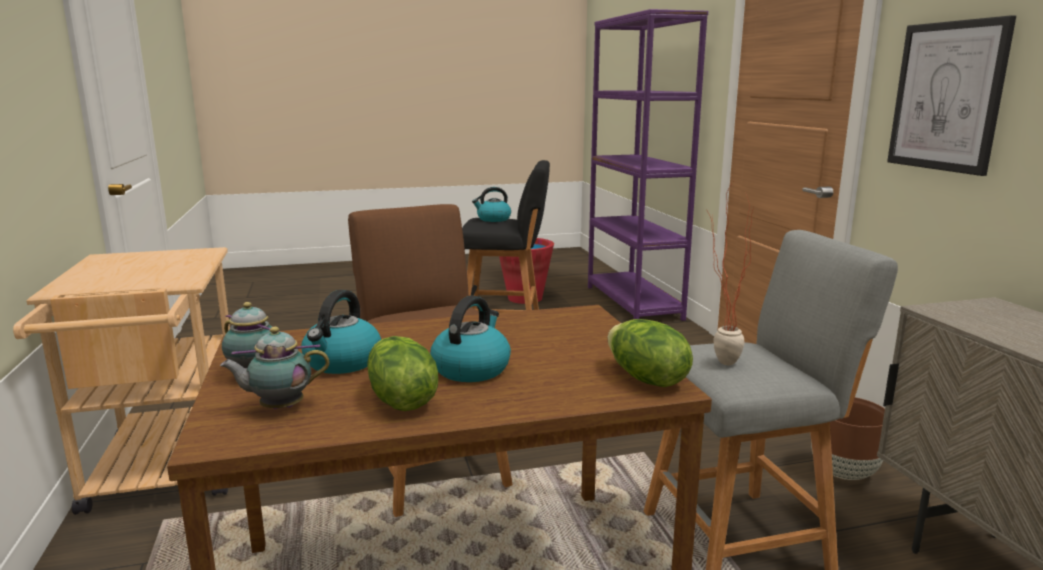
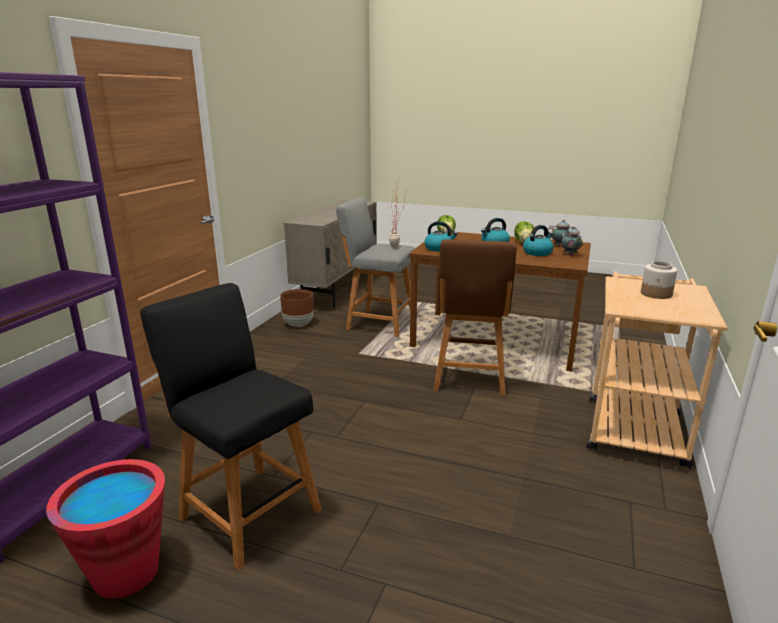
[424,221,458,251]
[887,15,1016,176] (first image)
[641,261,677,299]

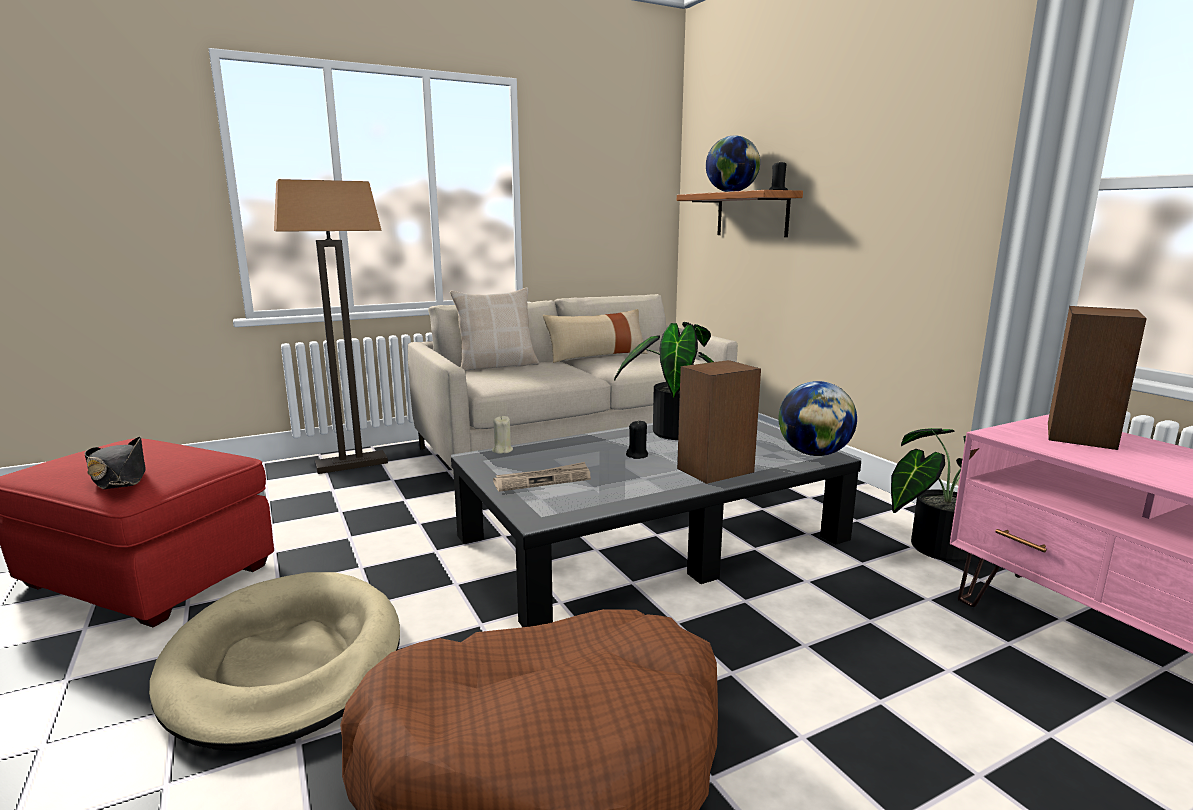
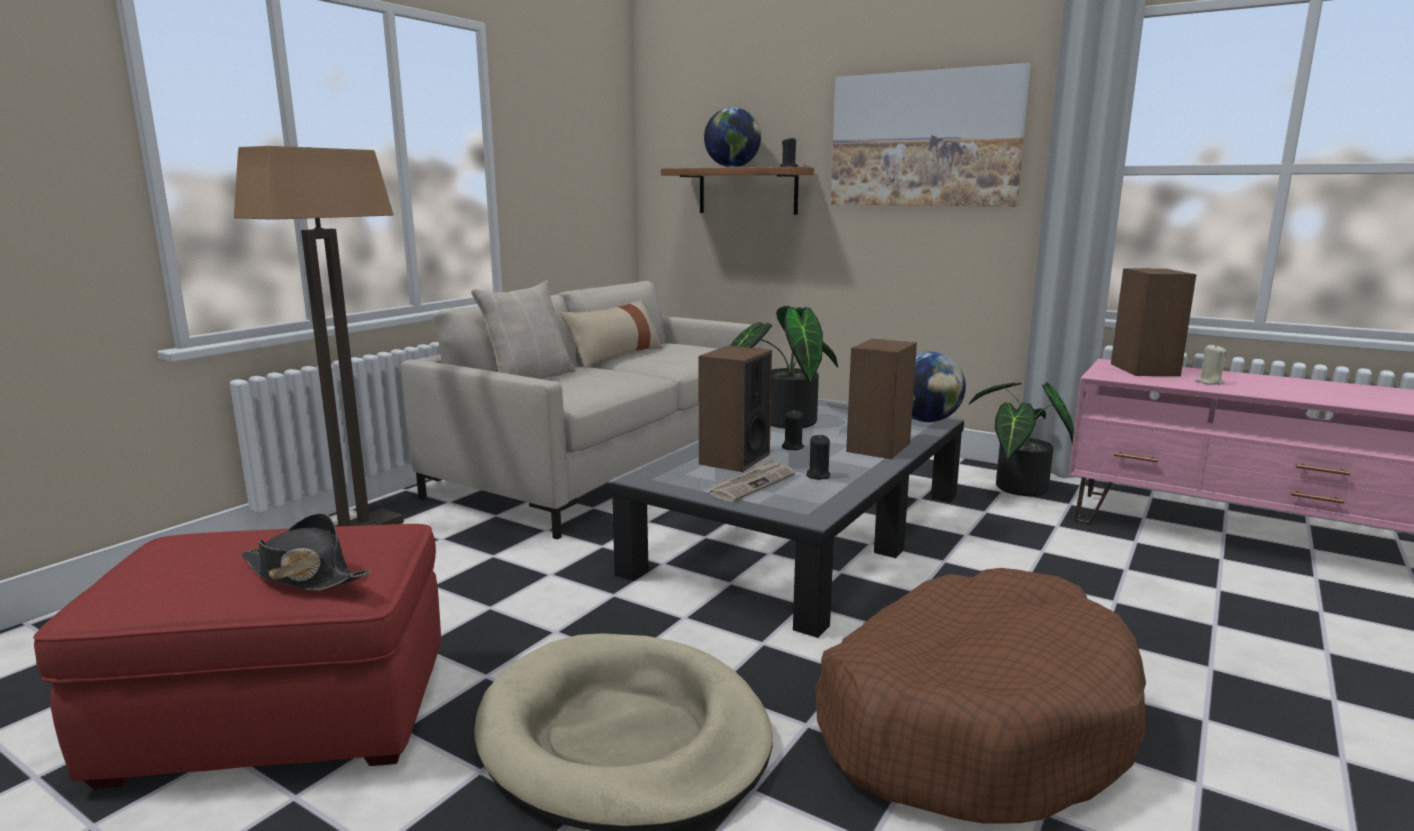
[1195,344,1227,385]
[698,346,772,472]
[806,435,830,480]
[831,63,1031,207]

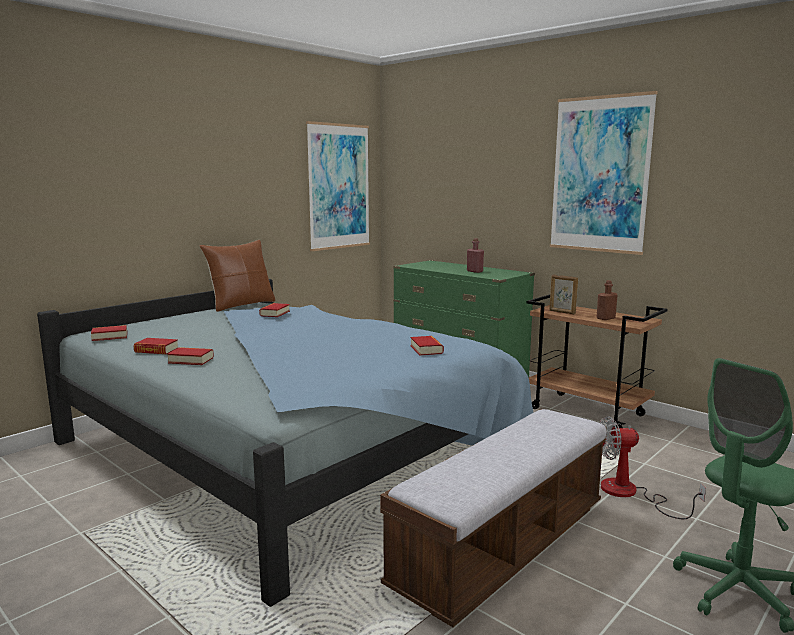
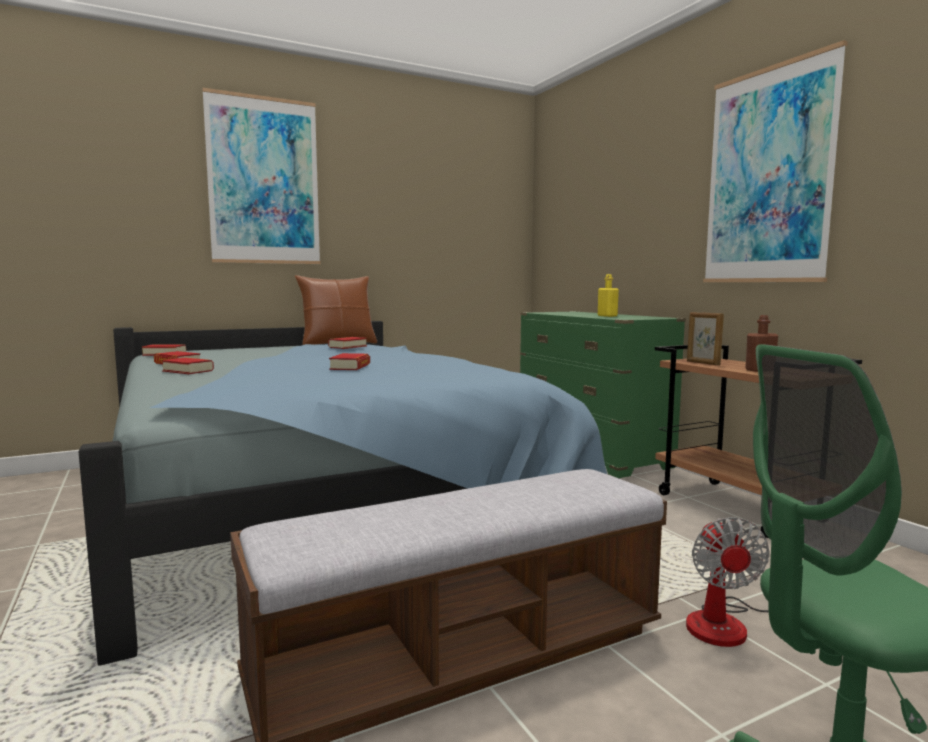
[202,88,320,264]
[329,353,370,370]
[598,274,619,317]
[686,517,770,647]

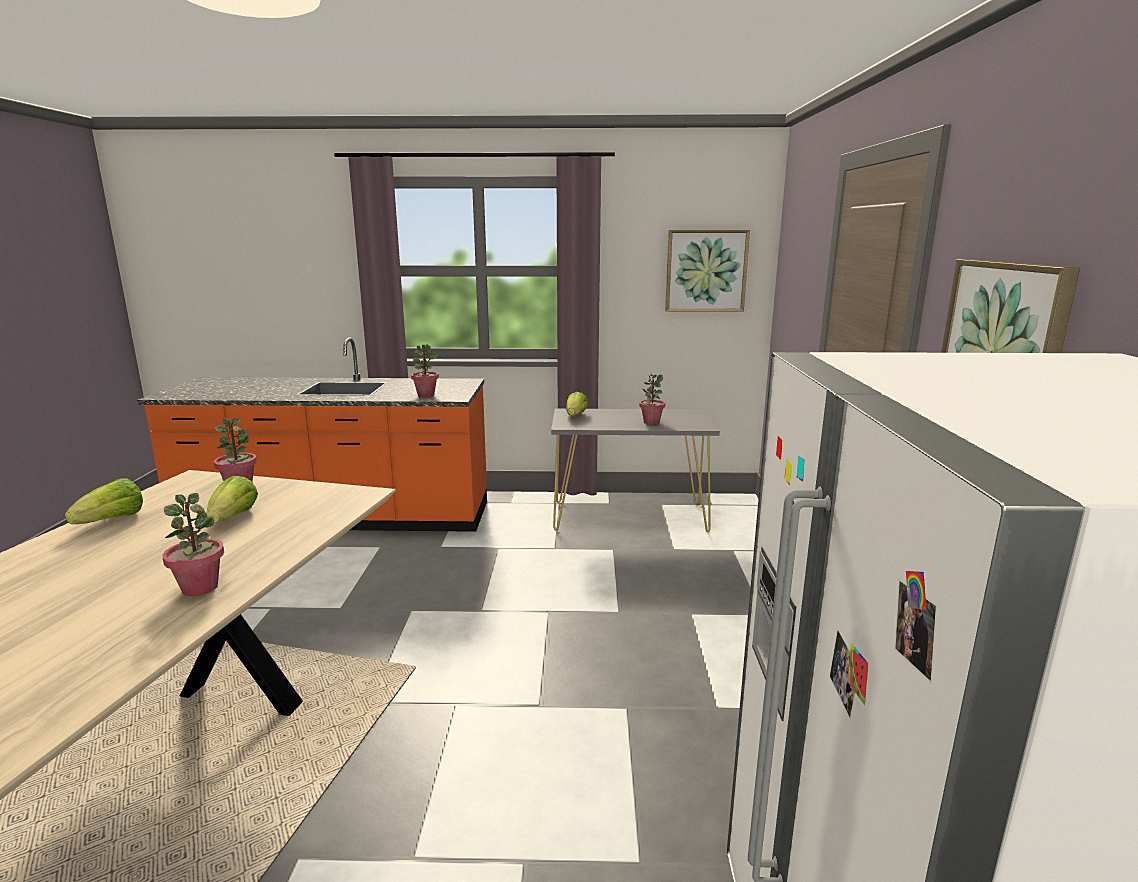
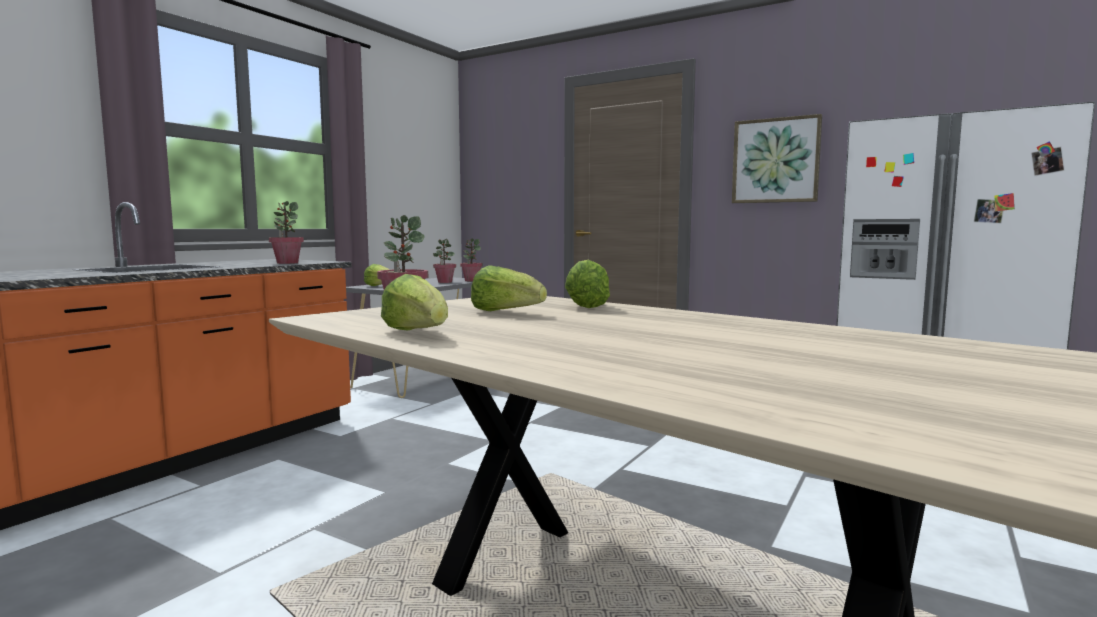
[460,239,483,281]
[665,230,750,312] (first image)
[565,260,610,308]

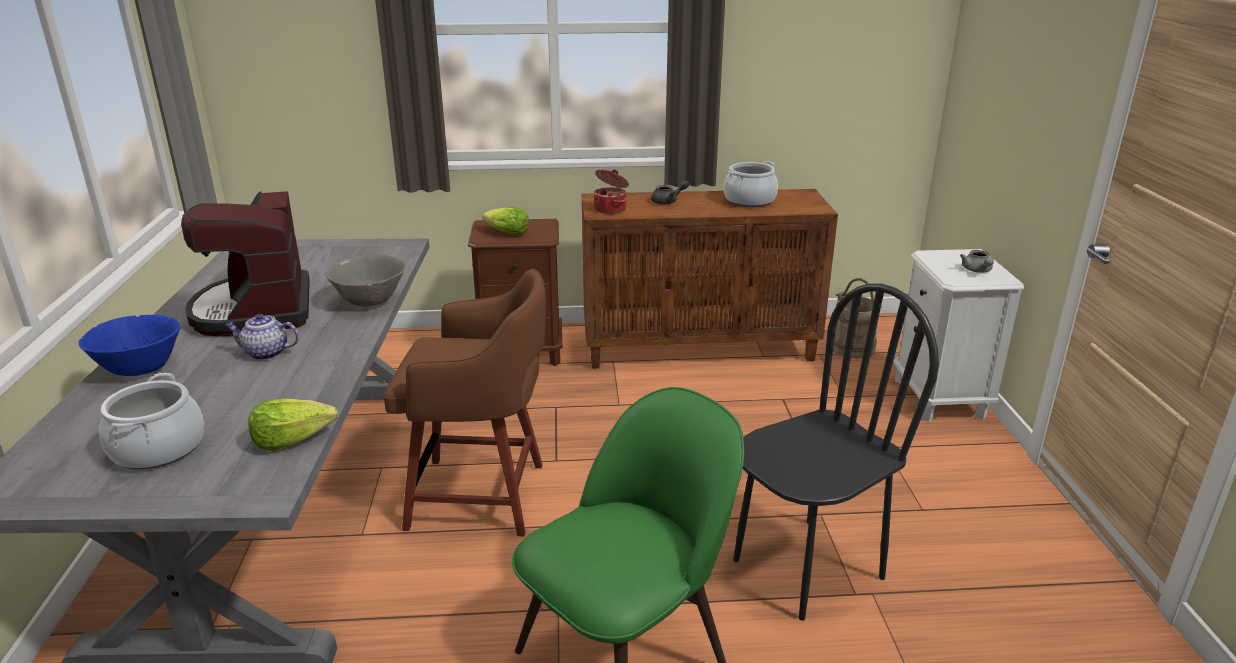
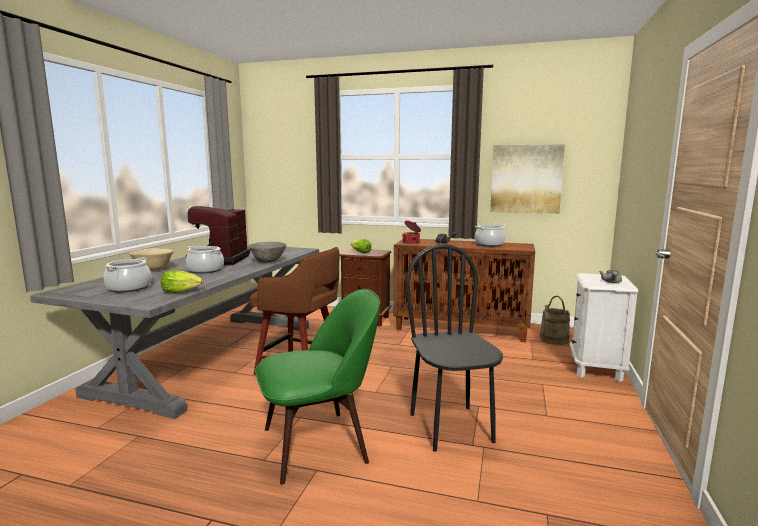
[129,248,174,271]
[186,246,224,274]
[405,244,503,452]
[490,144,565,214]

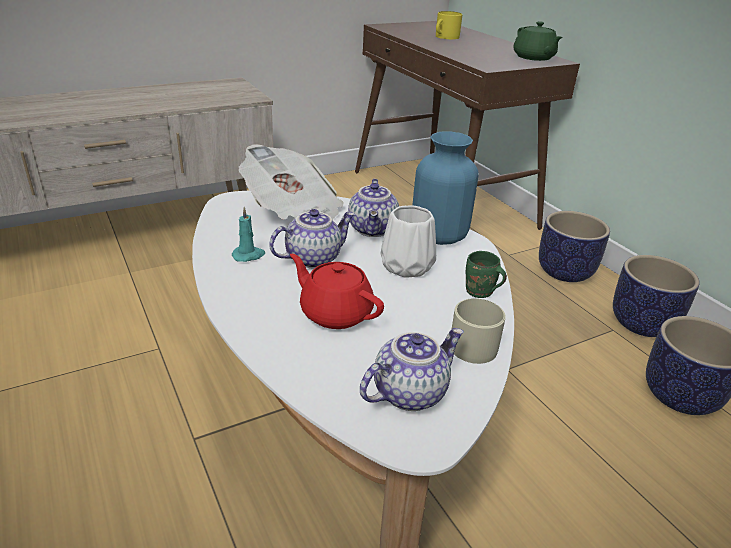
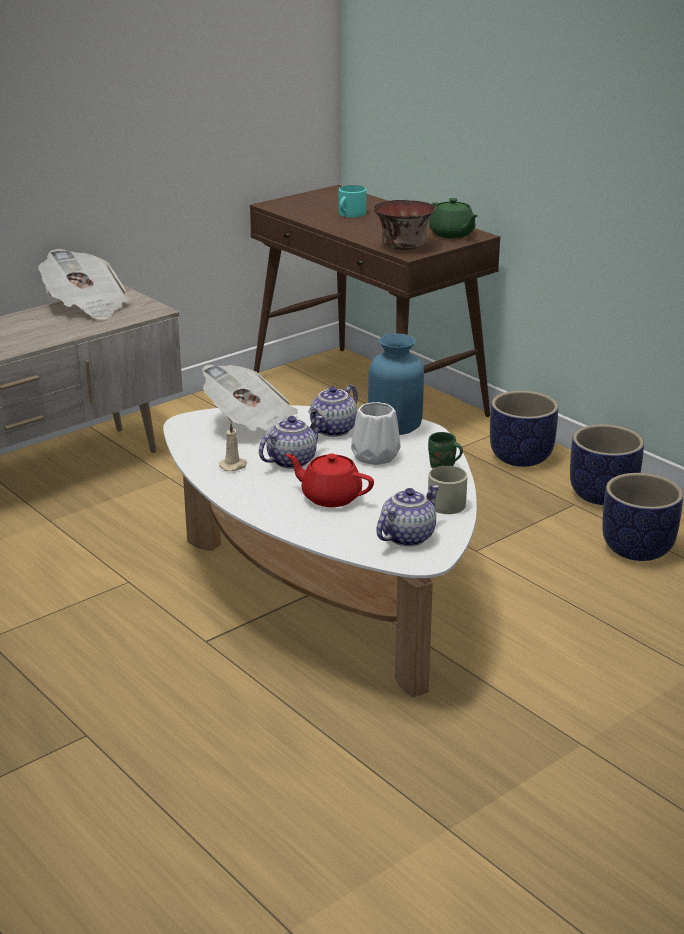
[219,422,247,471]
[308,385,358,437]
[339,185,366,217]
[38,249,130,320]
[373,200,436,250]

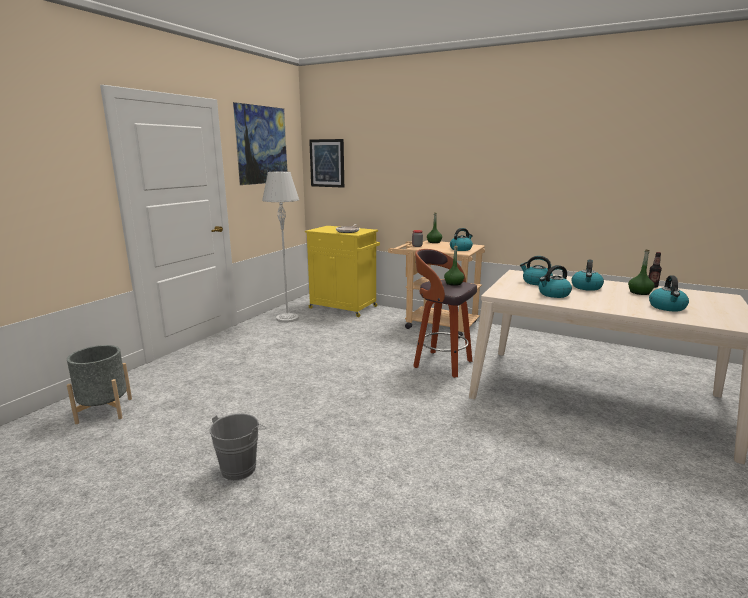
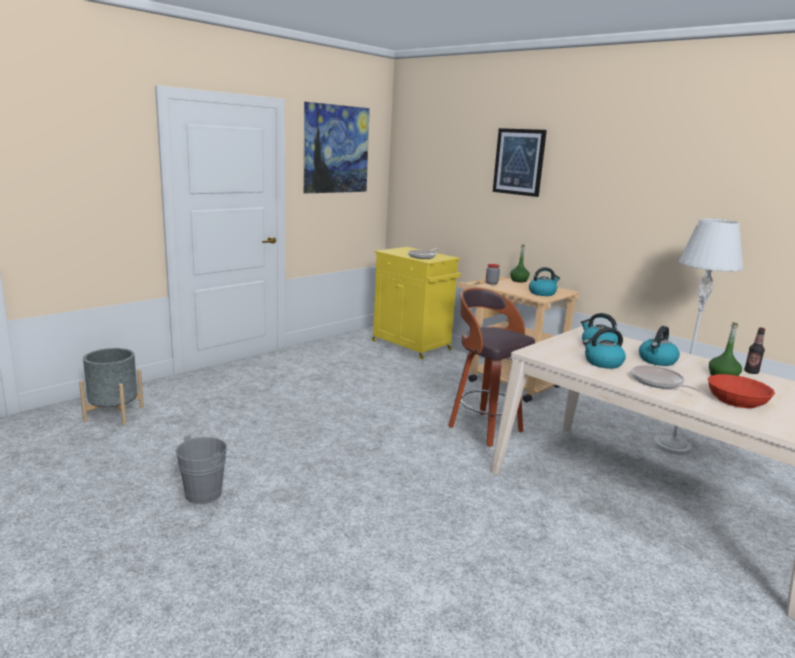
[653,219,743,455]
[493,128,547,197]
[444,246,464,286] (first image)
[708,374,775,408]
[631,365,703,392]

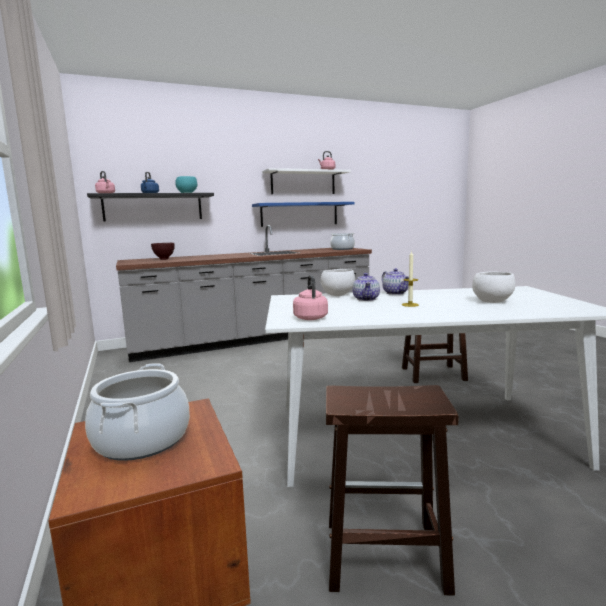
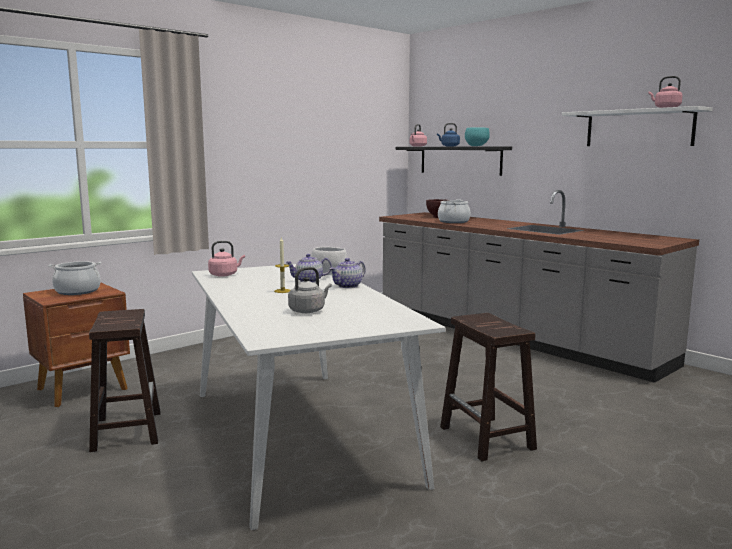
[252,202,355,227] (first image)
[438,199,470,223]
[288,267,332,313]

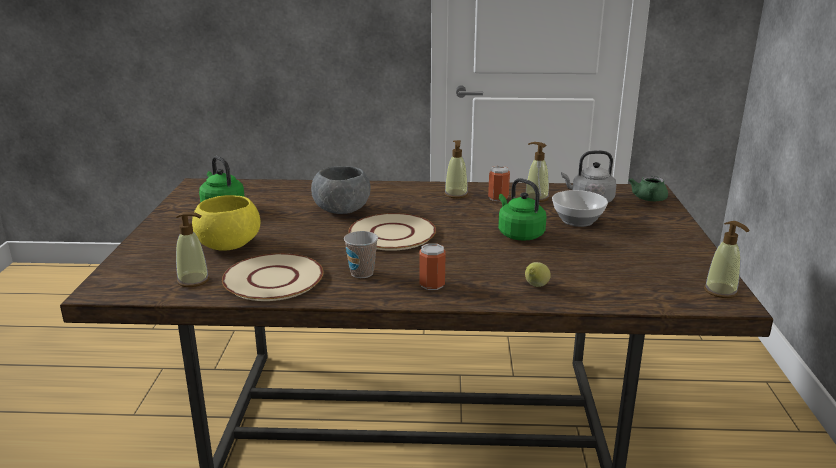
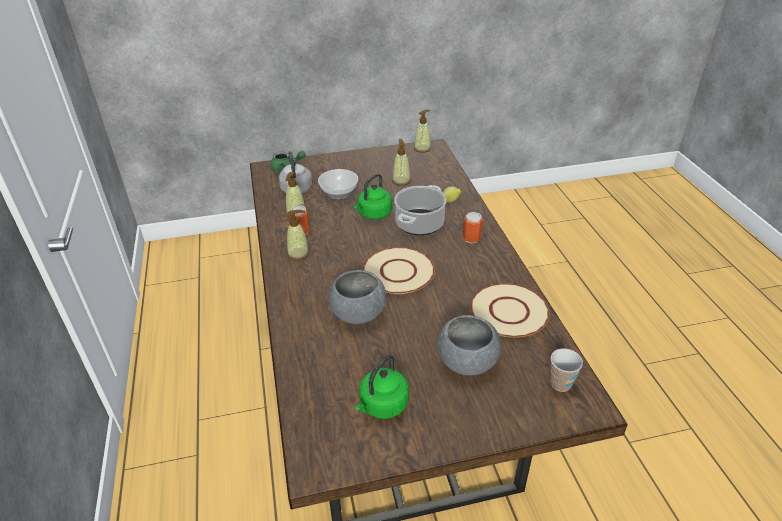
[392,139,411,186]
[437,315,501,375]
[550,348,583,392]
[394,185,447,235]

